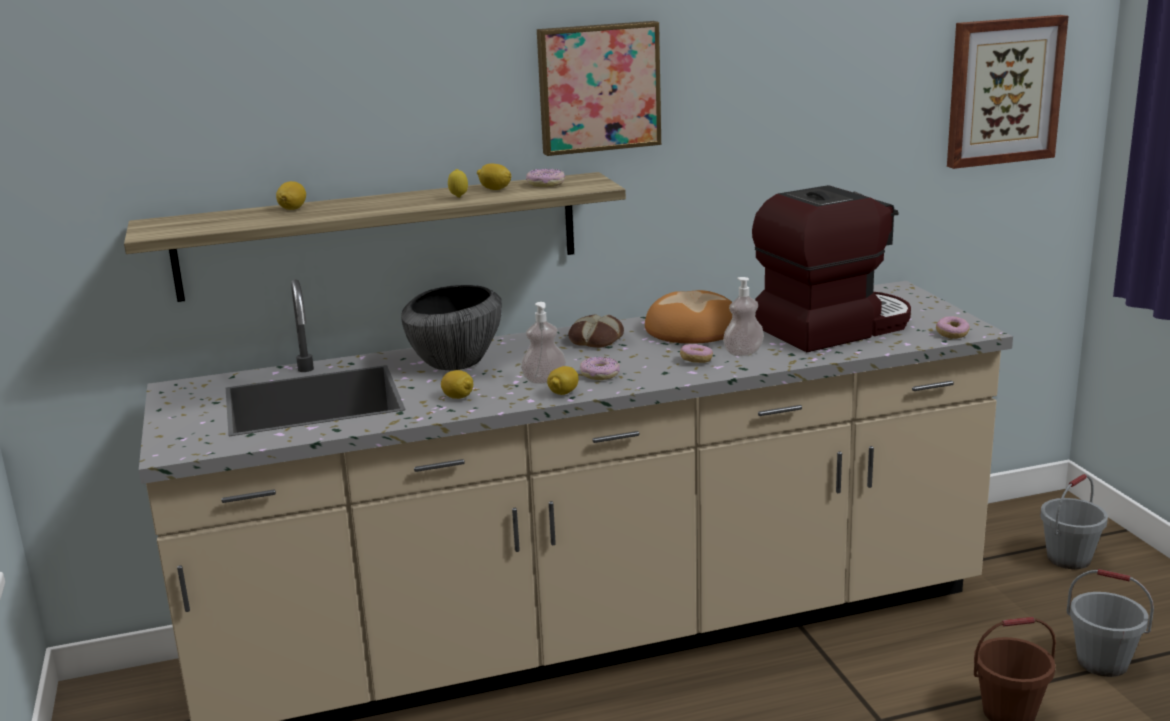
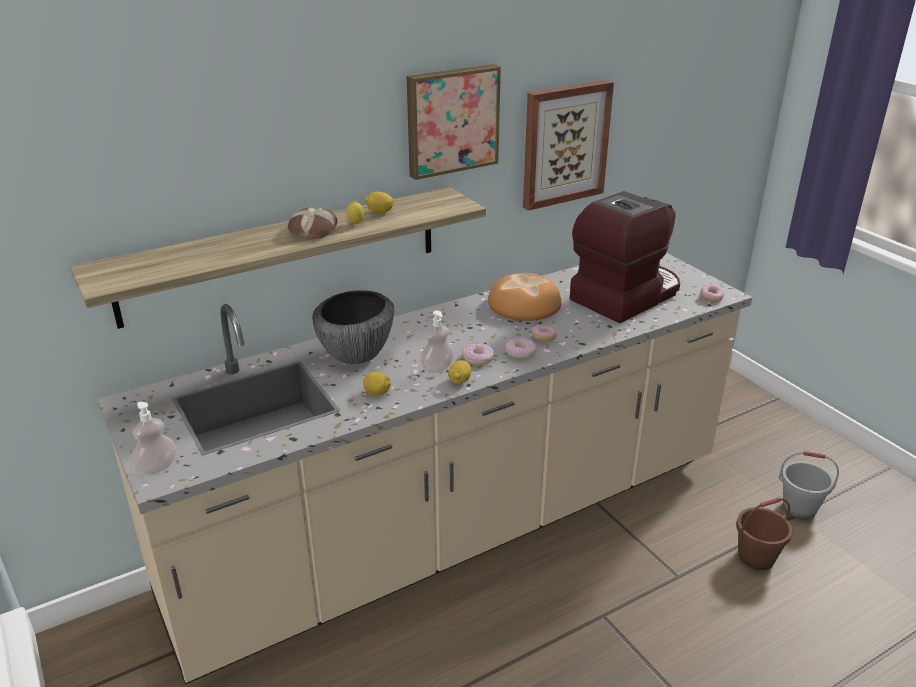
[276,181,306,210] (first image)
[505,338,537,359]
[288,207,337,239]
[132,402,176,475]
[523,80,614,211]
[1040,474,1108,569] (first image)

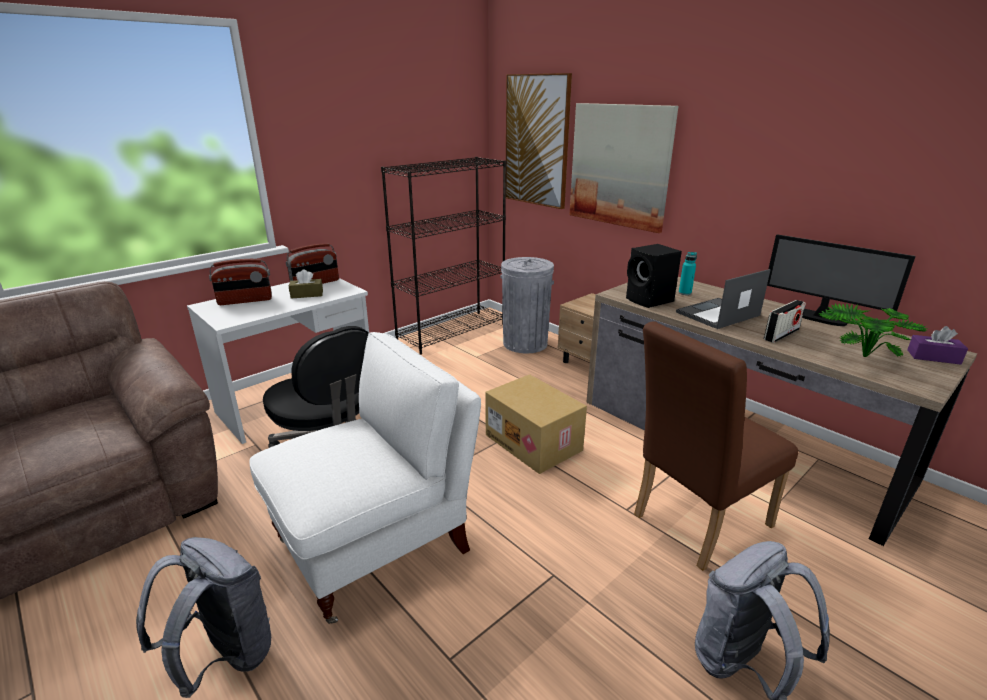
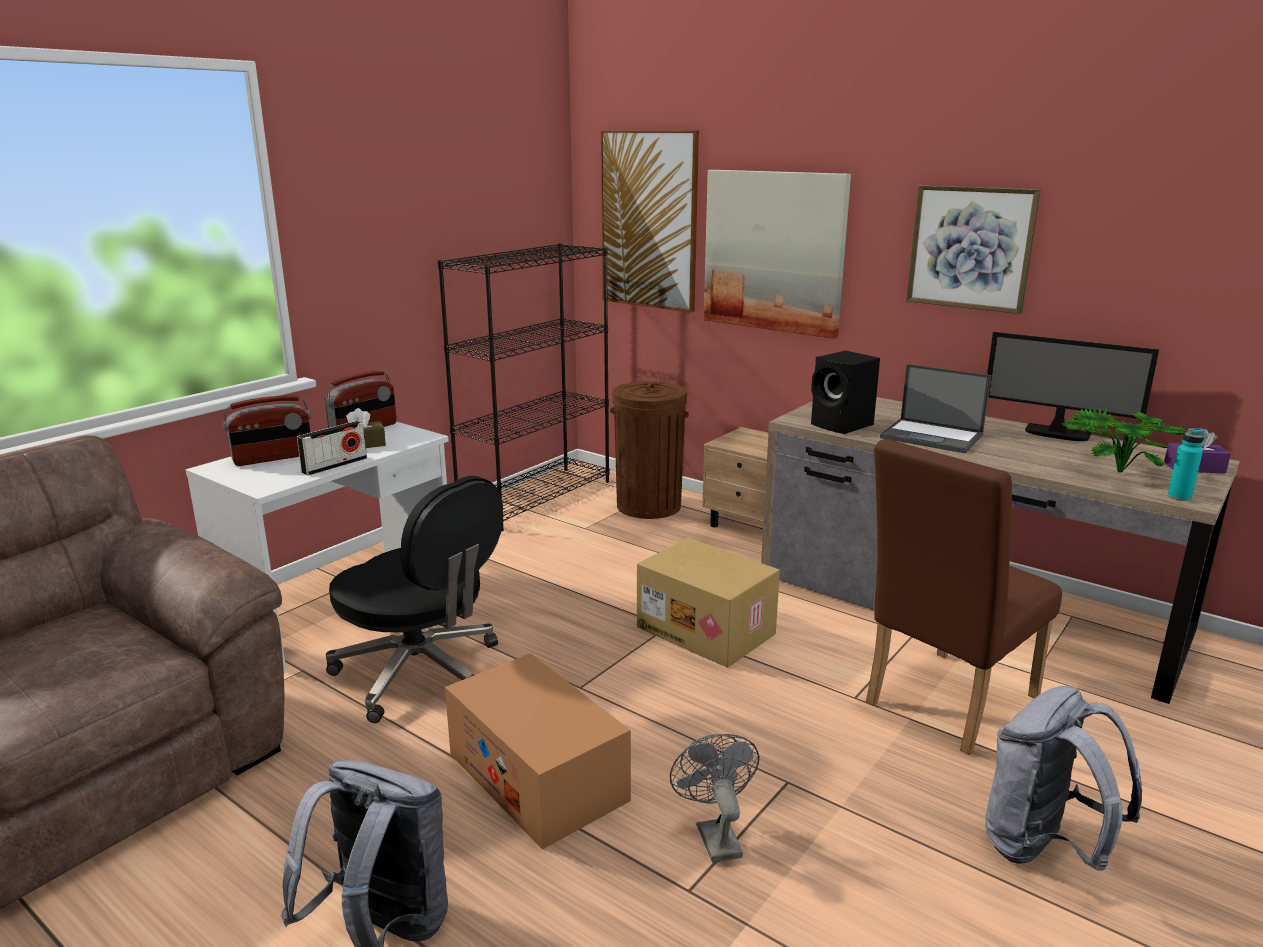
[445,653,631,850]
[610,381,689,519]
[880,364,991,453]
[1168,428,1205,501]
[297,421,367,475]
[670,734,760,863]
[906,185,1041,314]

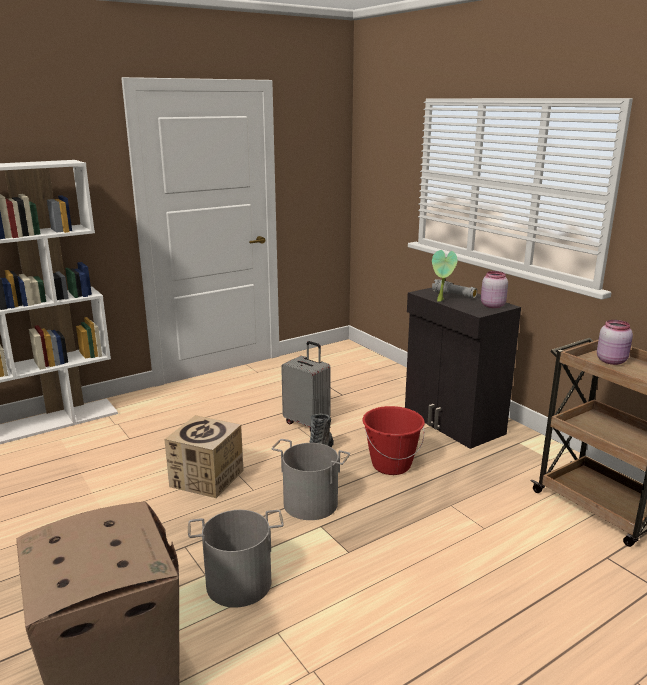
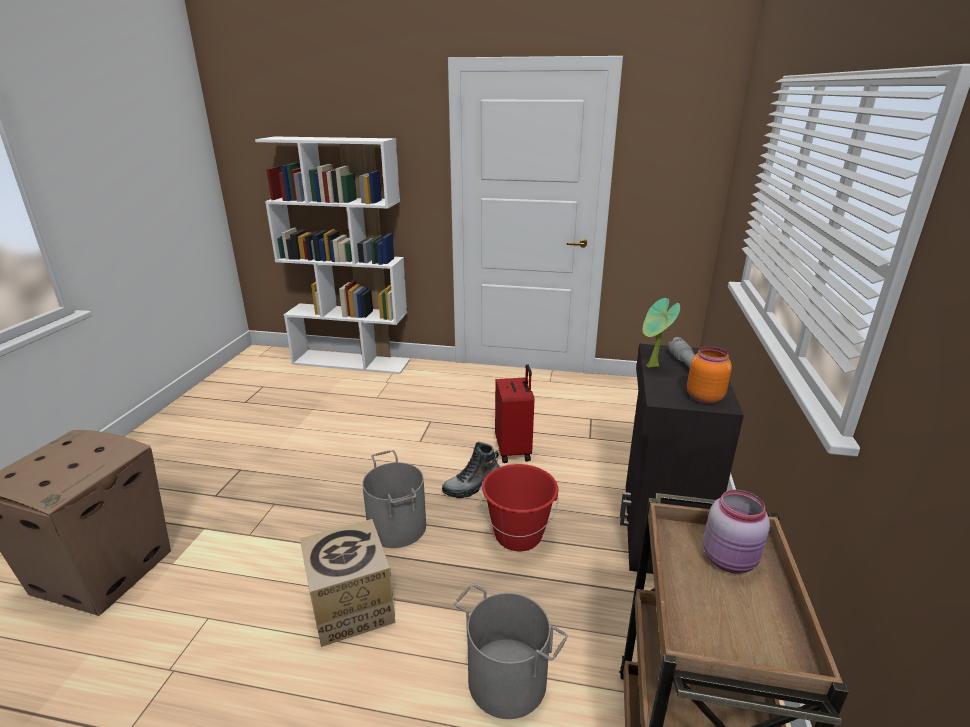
[300,519,395,647]
[454,584,568,719]
[495,364,534,463]
[687,347,732,404]

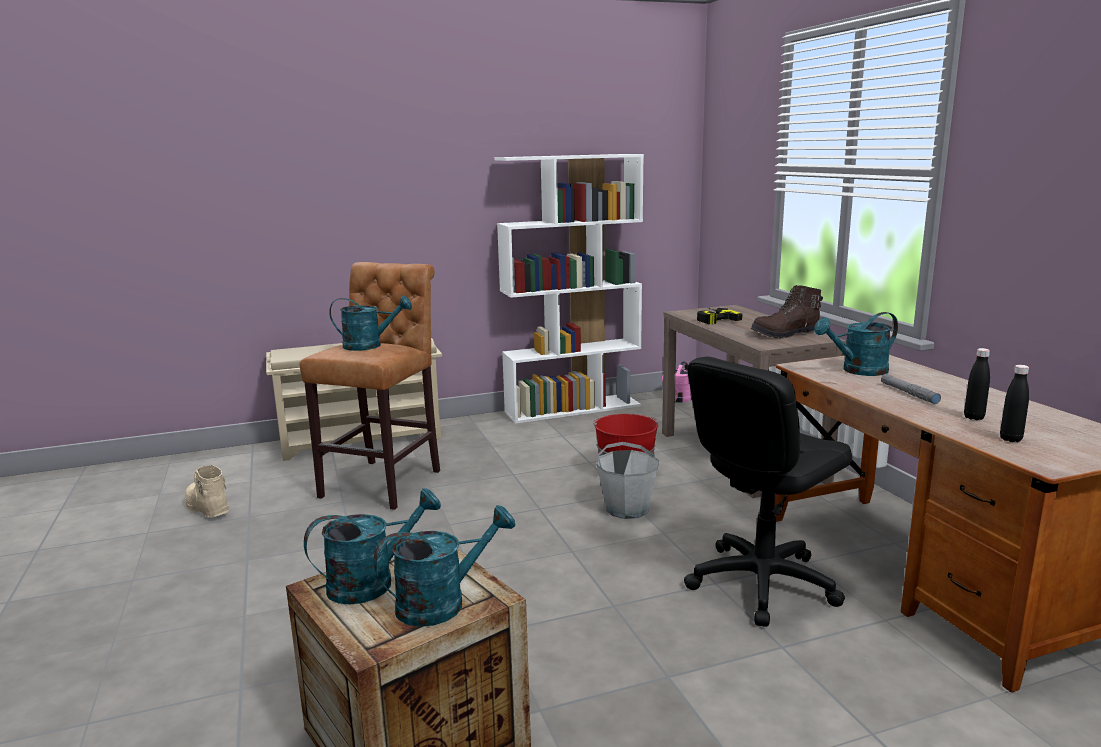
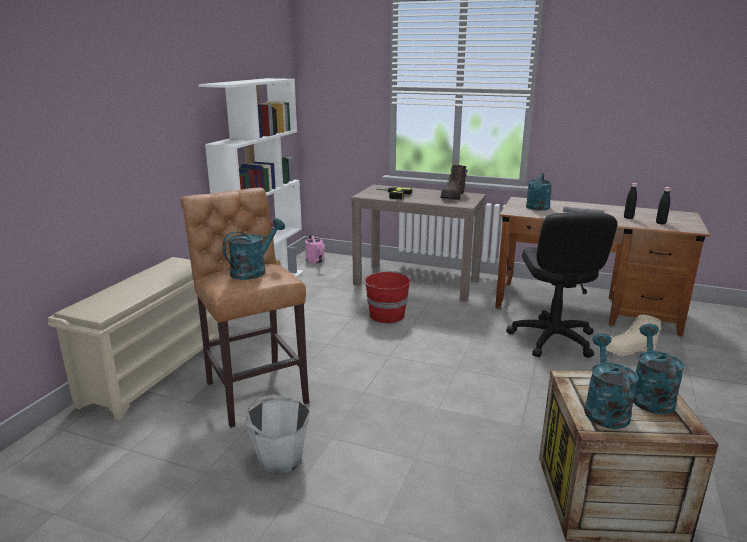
[606,315,661,356]
[245,394,310,475]

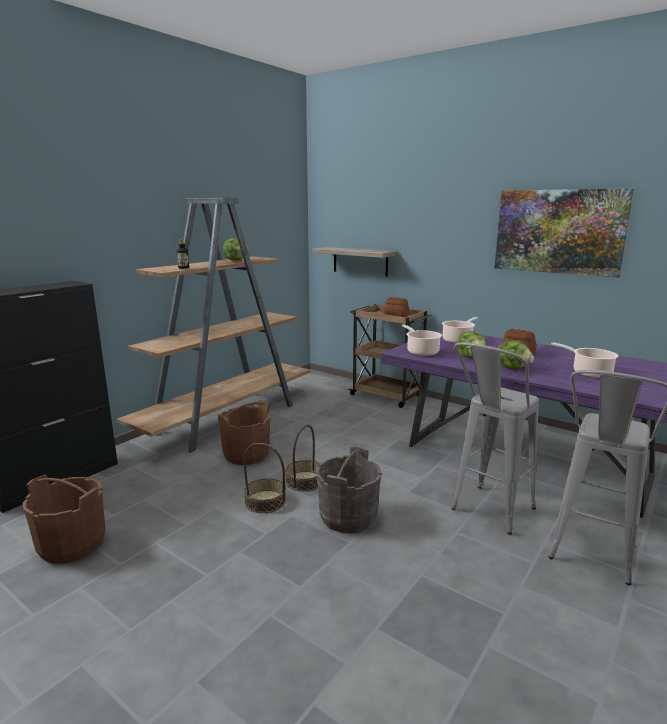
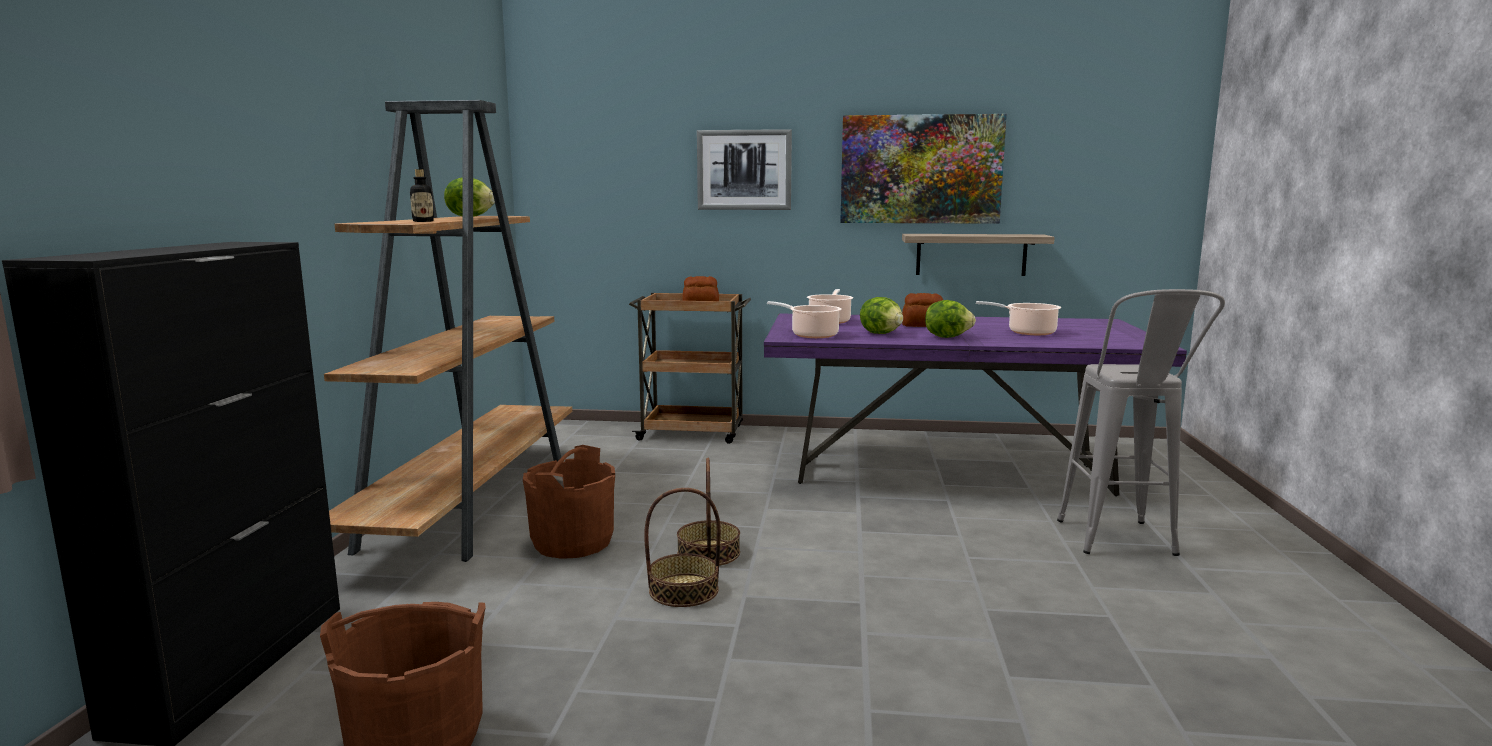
[902,234,1055,276]
[316,447,382,533] (first image)
[451,342,539,535] (first image)
[697,129,792,210]

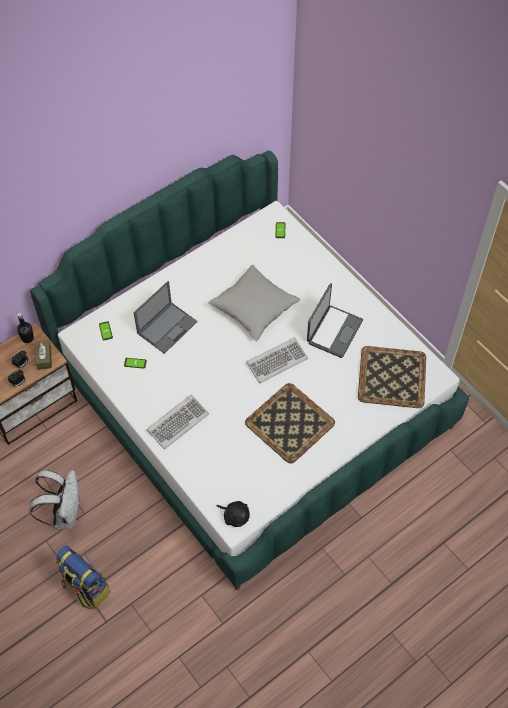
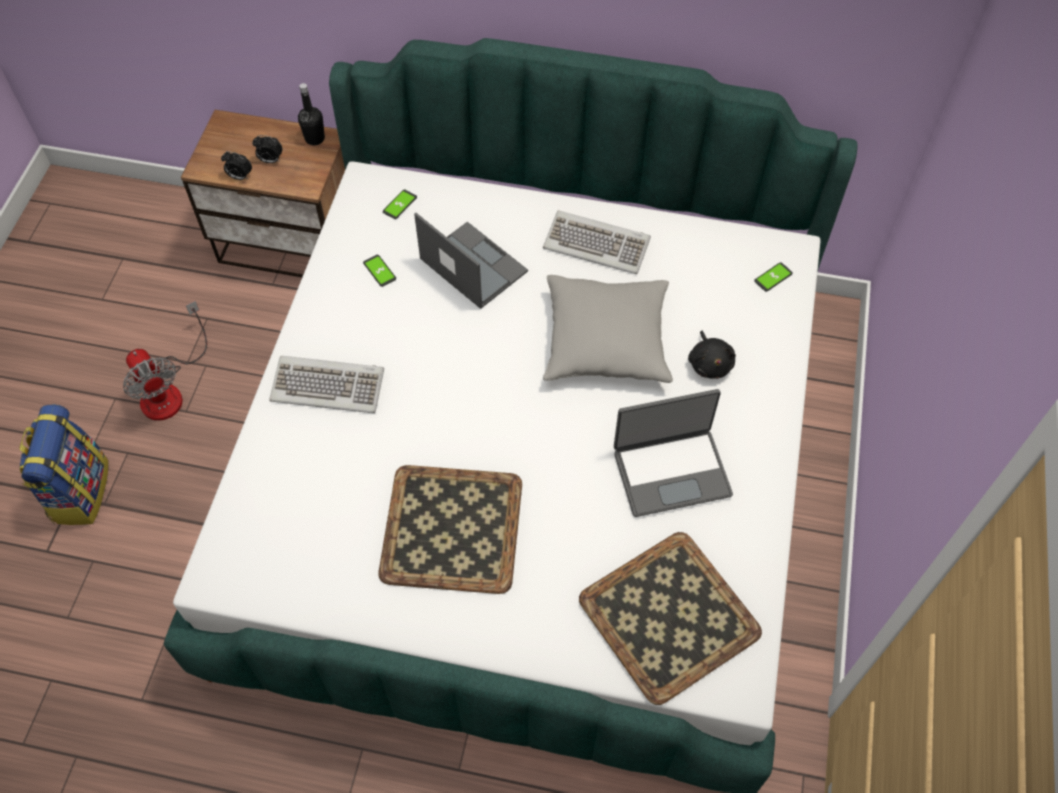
[123,301,207,421]
[35,340,52,370] (first image)
[414,213,528,309]
[688,331,736,379]
[543,211,651,274]

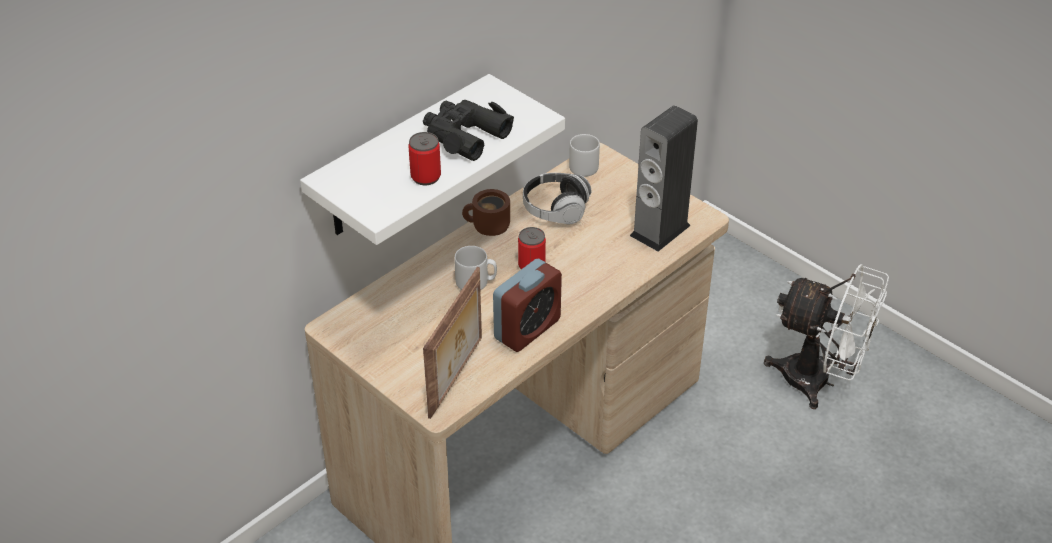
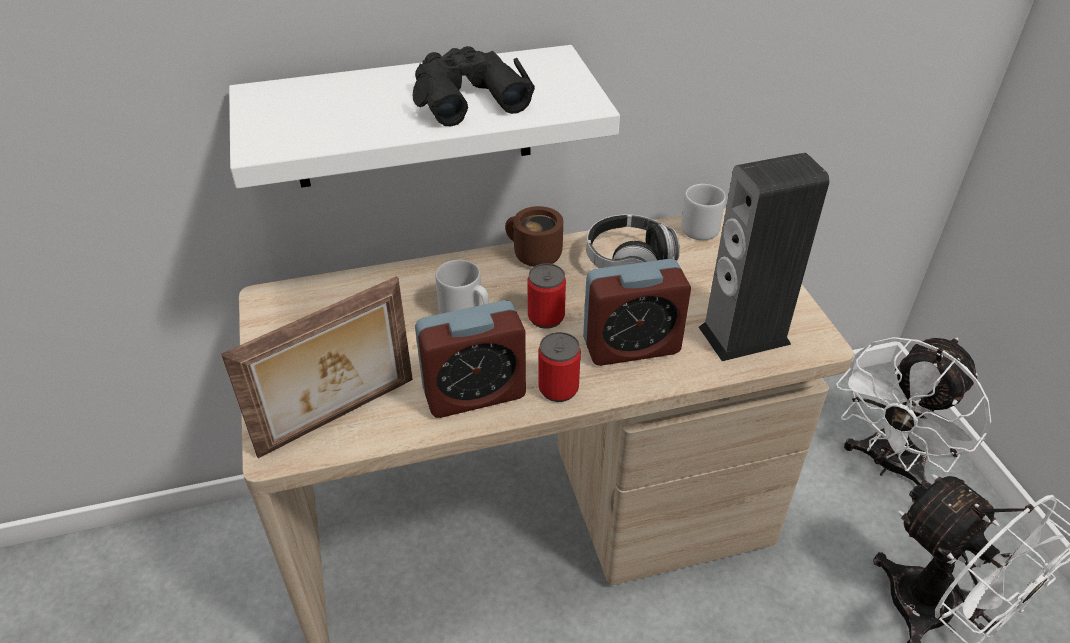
[538,332,581,402]
[583,259,691,366]
[836,337,991,490]

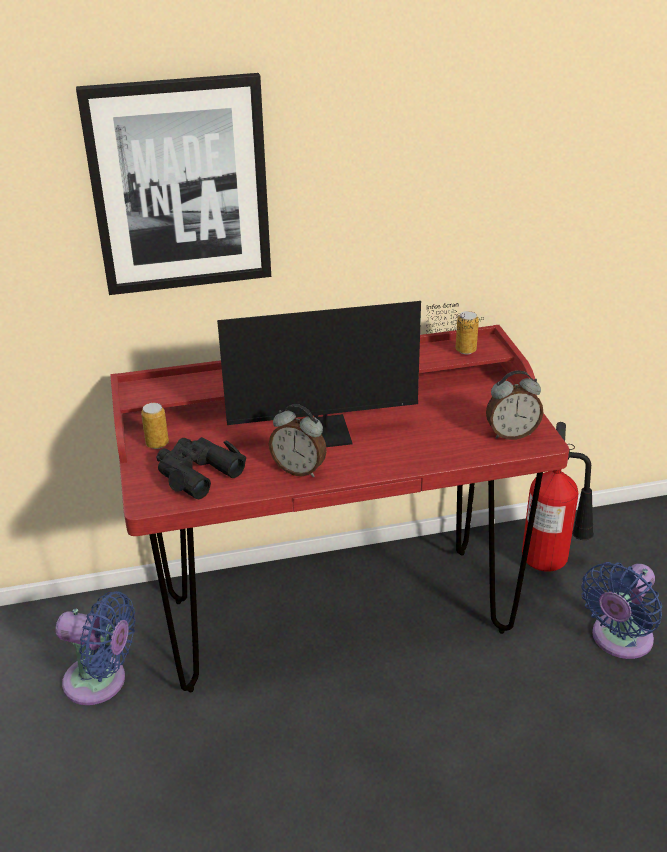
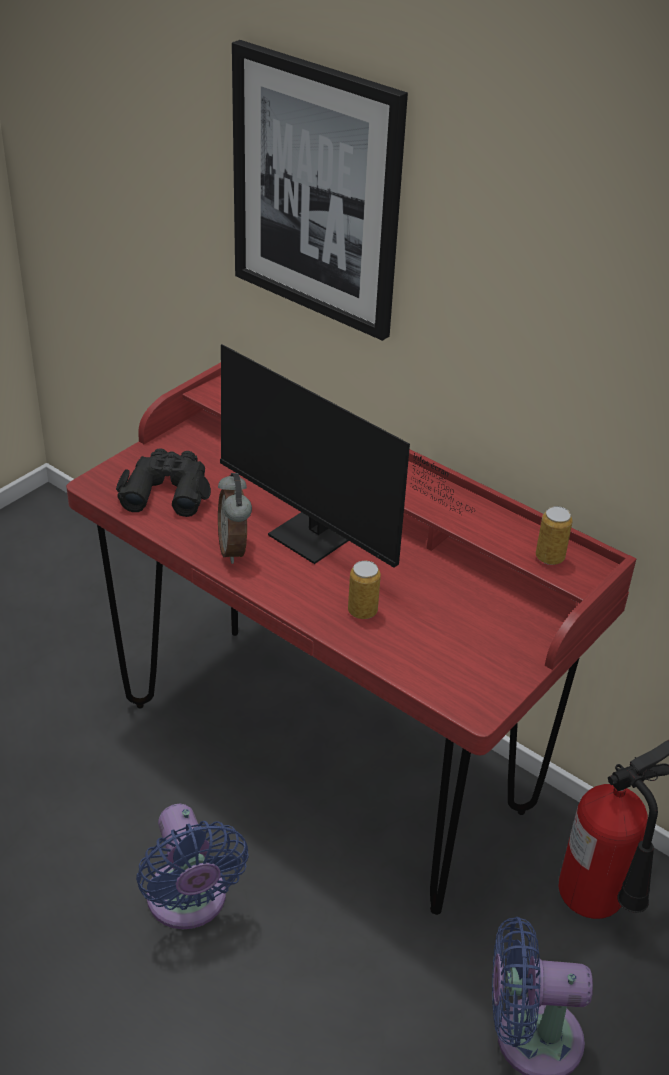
[136,804,249,929]
[348,561,381,619]
[486,371,543,440] (first image)

